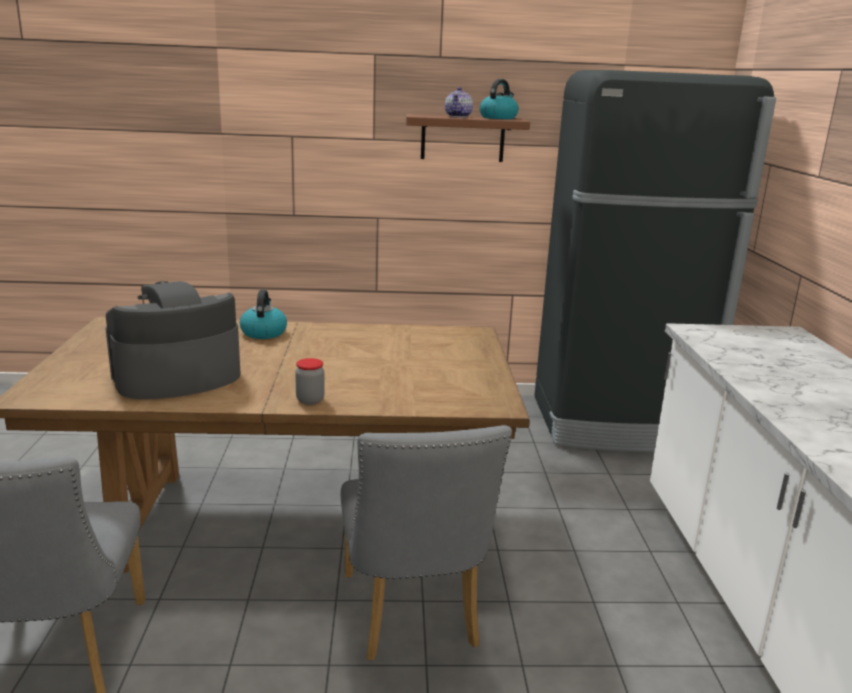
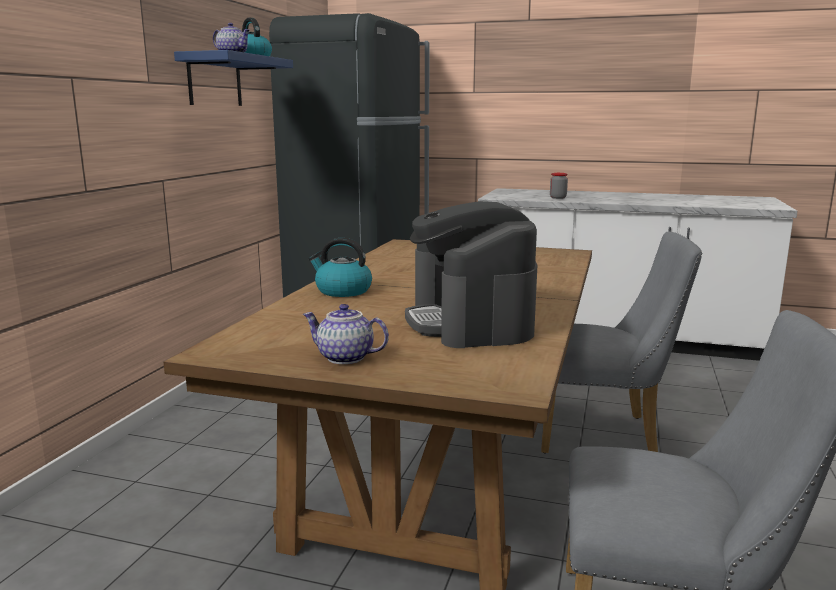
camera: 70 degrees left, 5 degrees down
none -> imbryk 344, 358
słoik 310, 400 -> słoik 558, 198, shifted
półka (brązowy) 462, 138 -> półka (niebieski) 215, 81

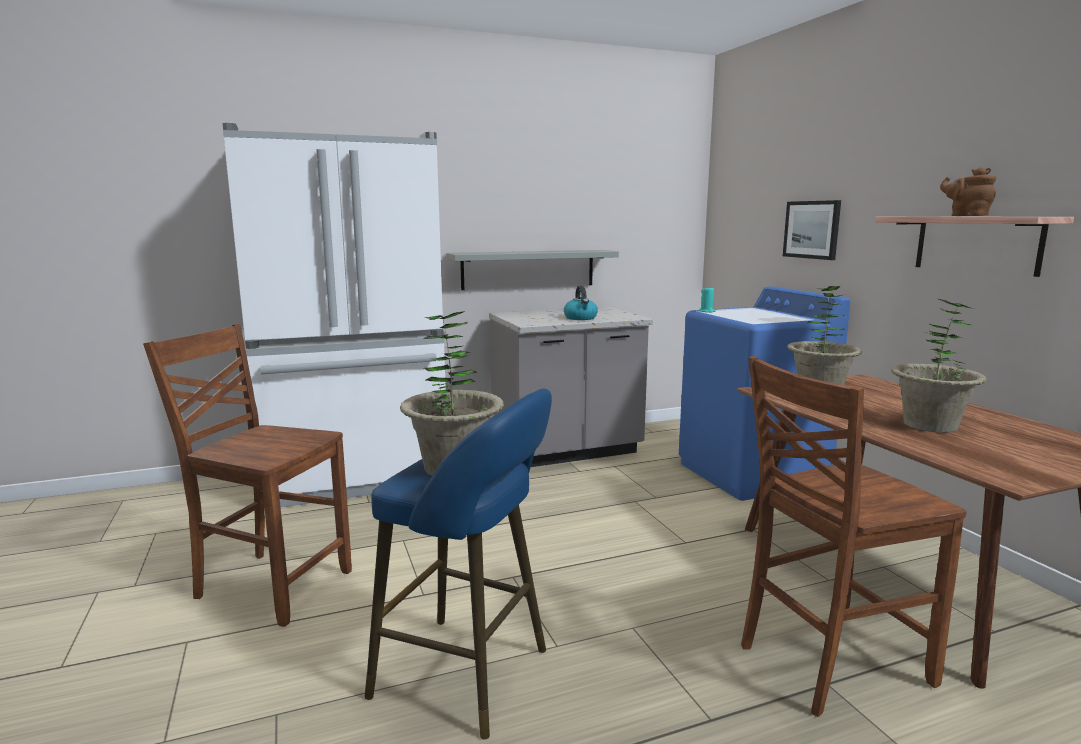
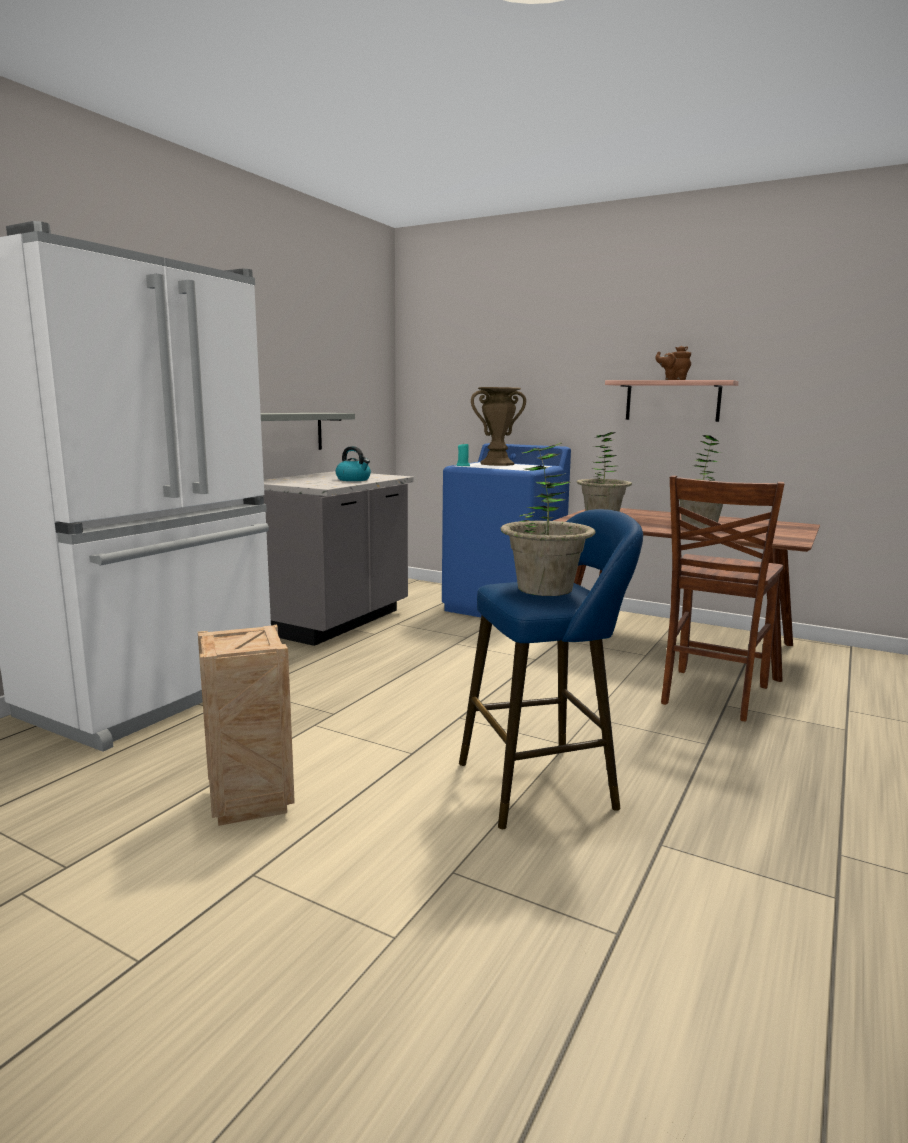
camera: 40 degrees left, 0 degrees up
obraz 812, 229 -> none
none -> wazon (brązowy) 497, 464
krzesło (brązowy) 271, 585 -> skrzynka 248, 801

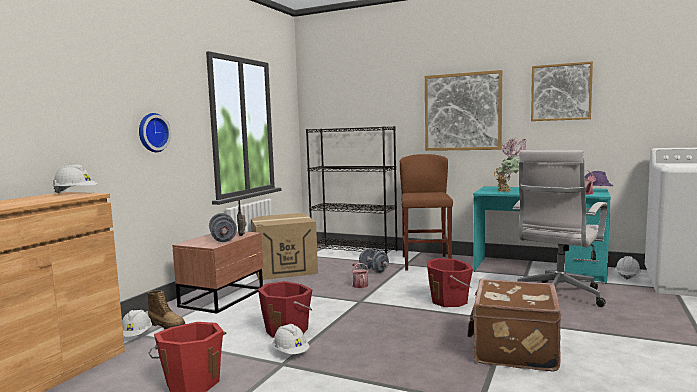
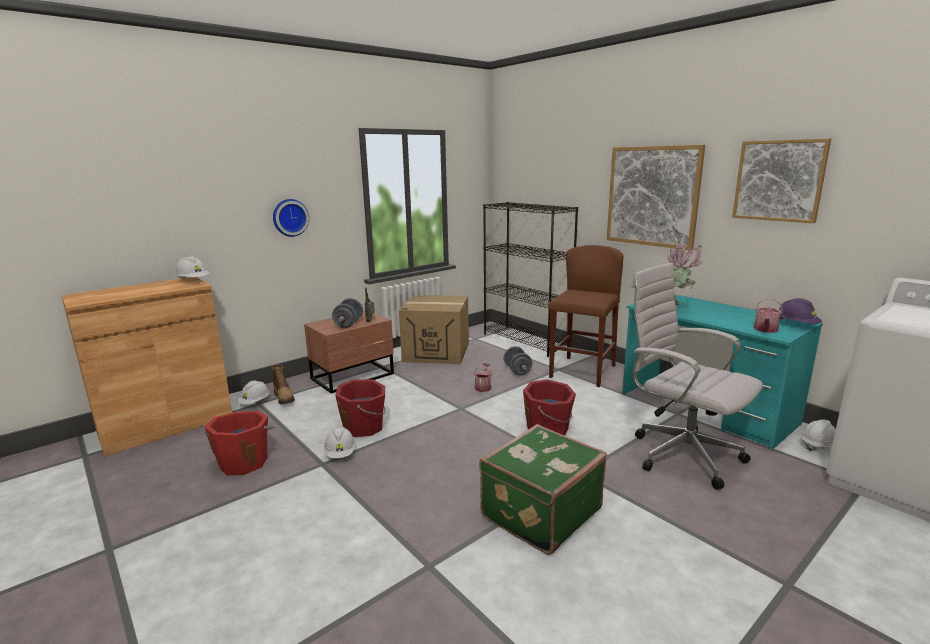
camera: 25 degrees right, 10 degrees up
walizka (brązowy) 513, 349 -> walizka (zielony) 539, 512
krzesło biurowe (biały) 558, 296 -> krzesło biurowe (biały) 681, 454, 75 degrees clockwise

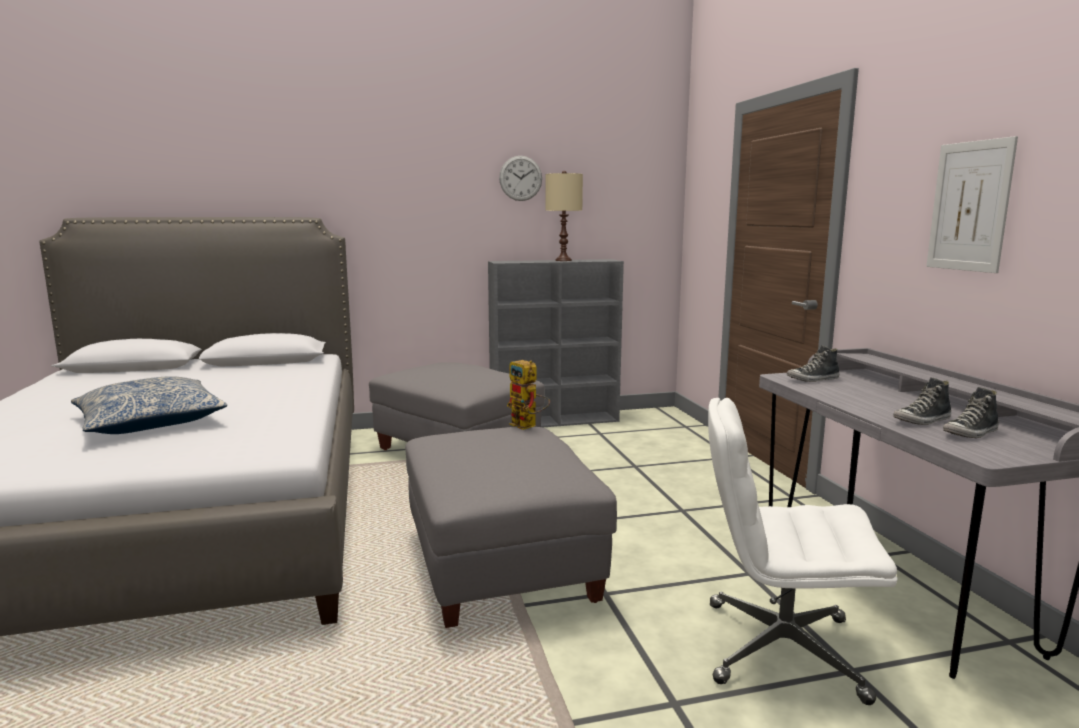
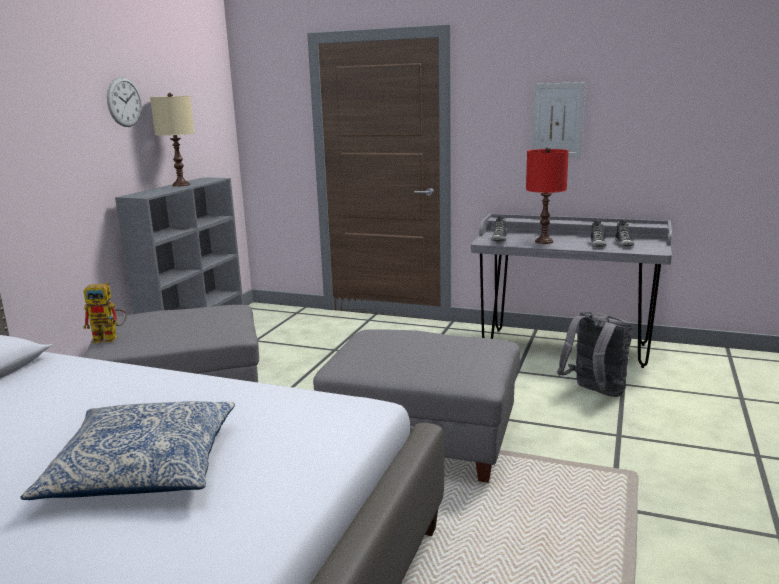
camera: 55 degrees left, 5 degrees up
none -> lampa stołowa (czerwony) 544, 241
robot zabawkowy 528, 426 -> robot zabawkowy 111, 338, shifted
krzesło biurowe (biały) 780, 650 -> plecak (szary) 594, 393

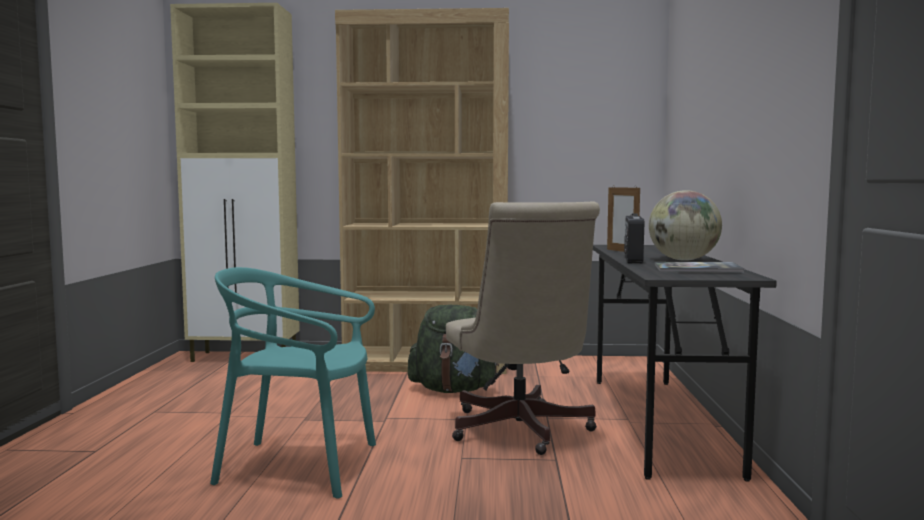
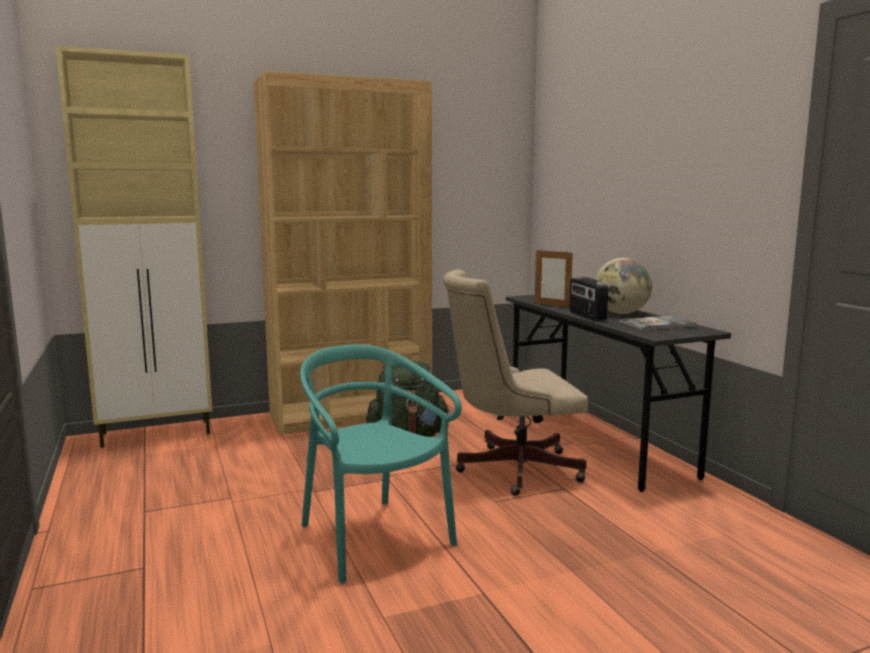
camera: 25 degrees left, 5 degrees up
krzesło (turkusowy) 299, 466 -> krzesło (turkusowy) 373, 538, 75 degrees clockwise
krzesło biurowe (beżowy) 521, 432 -> krzesło biurowe (beżowy) 510, 469, 120 degrees clockwise

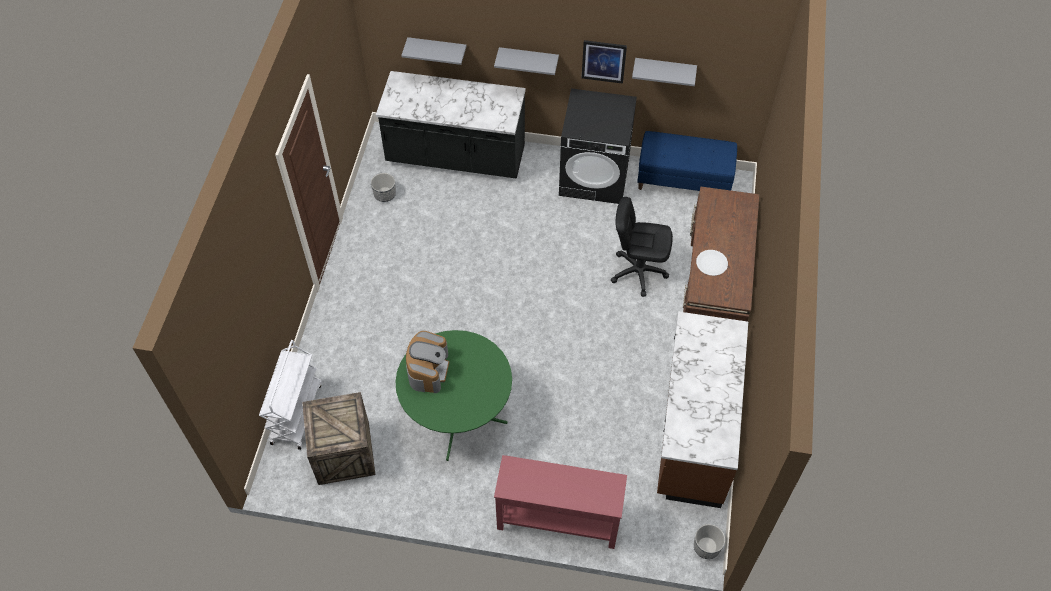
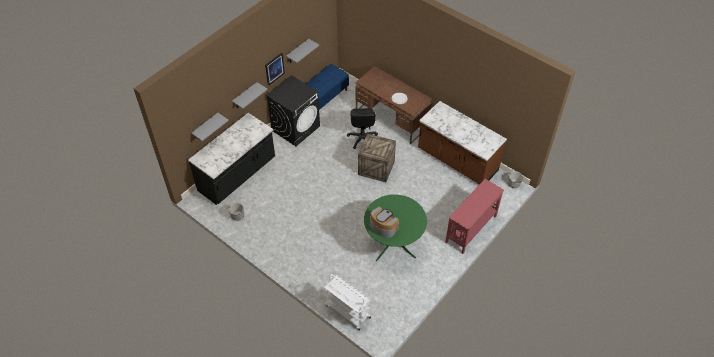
camera: 60 degrees left, 5 degrees down
skrzynka 345, 453 -> skrzynka 376, 168, shifted
krzesło biurowe (czarny) 638, 271 -> krzesło biurowe (czarny) 362, 138, 45 degrees counterclockwise

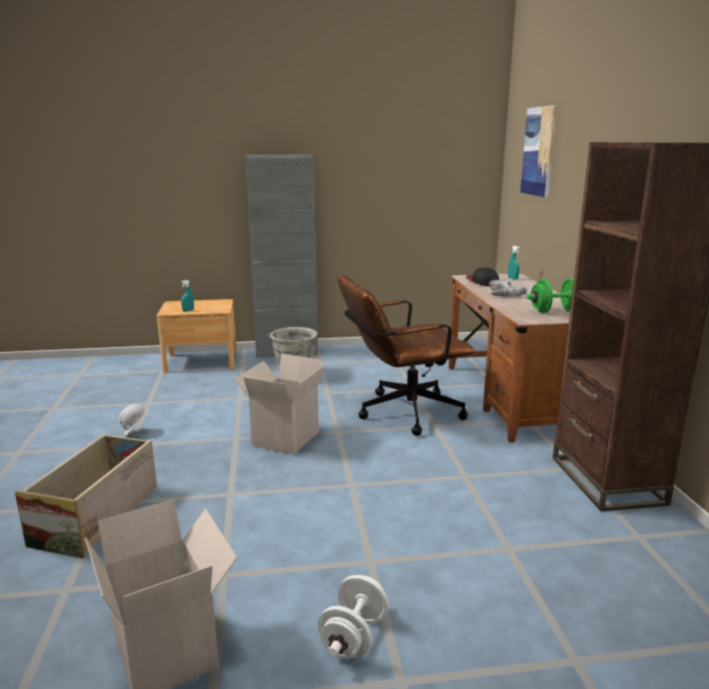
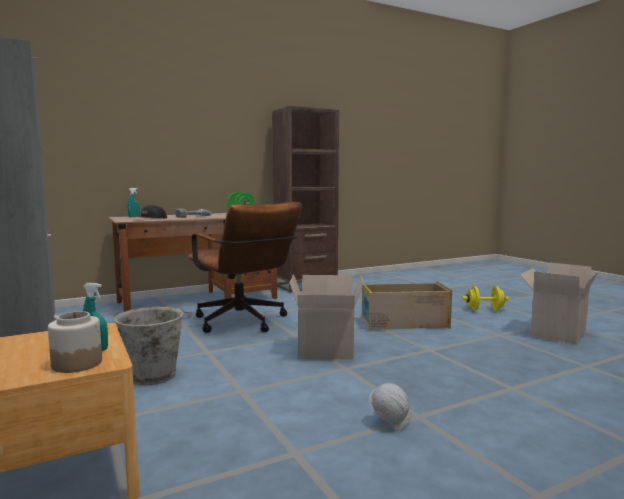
camera: 110 degrees left, 10 degrees down
obraz 539, 151 -> none
none -> słoik 77, 363
skrzynka 98, 514 -> skrzynka 403, 323, shifted
hantel (biały) 354, 637 -> hantel (żółty) 484, 310

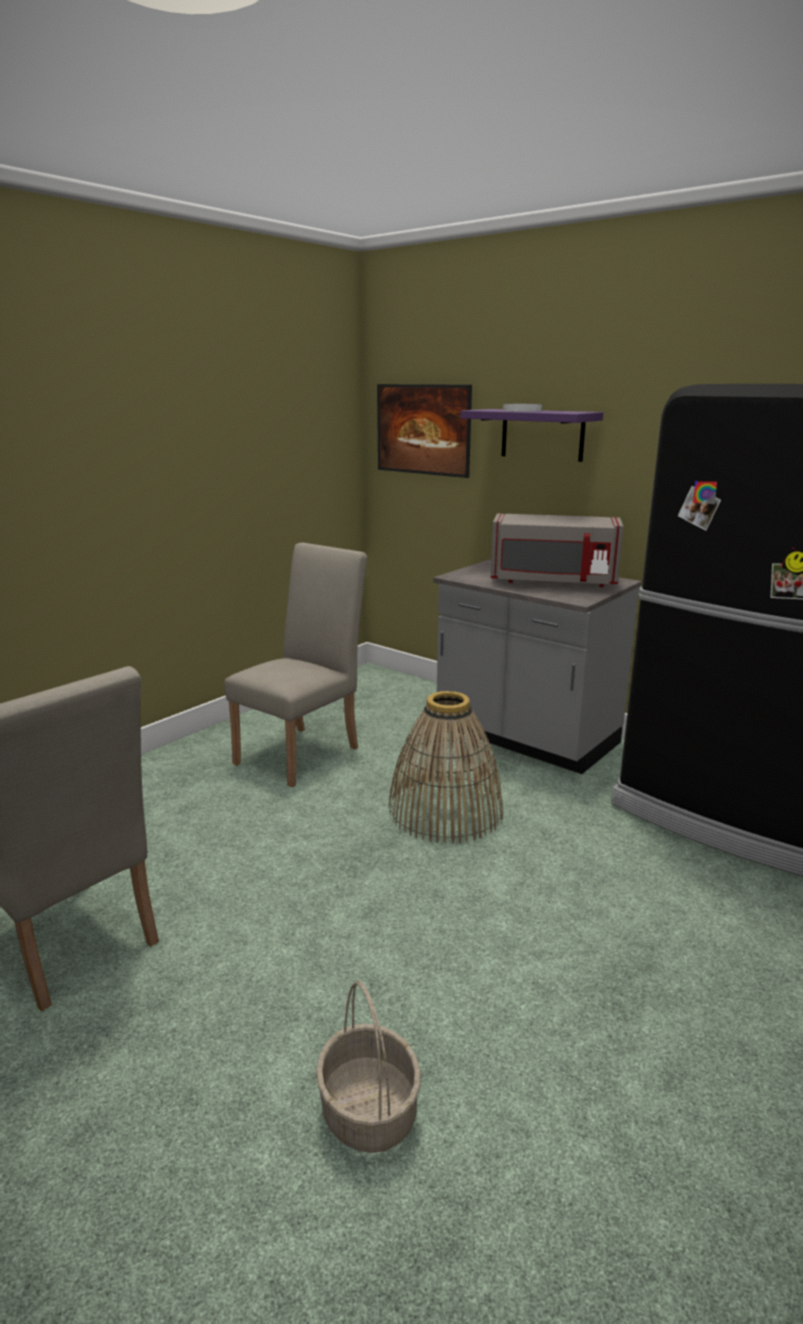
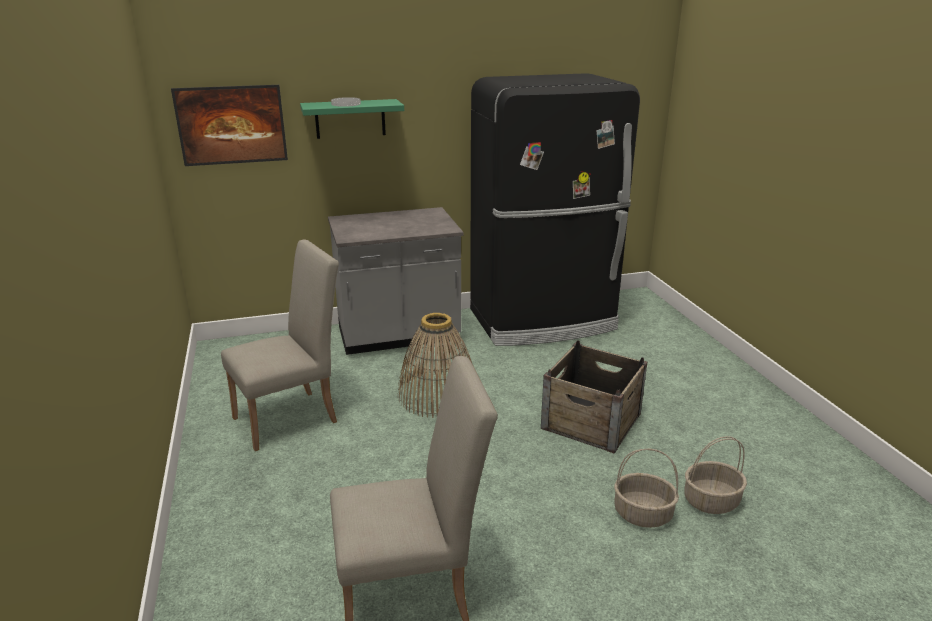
camera: 55 degrees left, 5 degrees up
mikrofalówka (szary) 552, 581 -> none
none -> skrzynka 590, 421
none -> koszyk 711, 500
półka (fioletowy) 542, 434 -> półka (zielony) 350, 119
krzesło (beżowy) 304, 752 -> krzesło (beżowy) 293, 417, 75 degrees clockwise

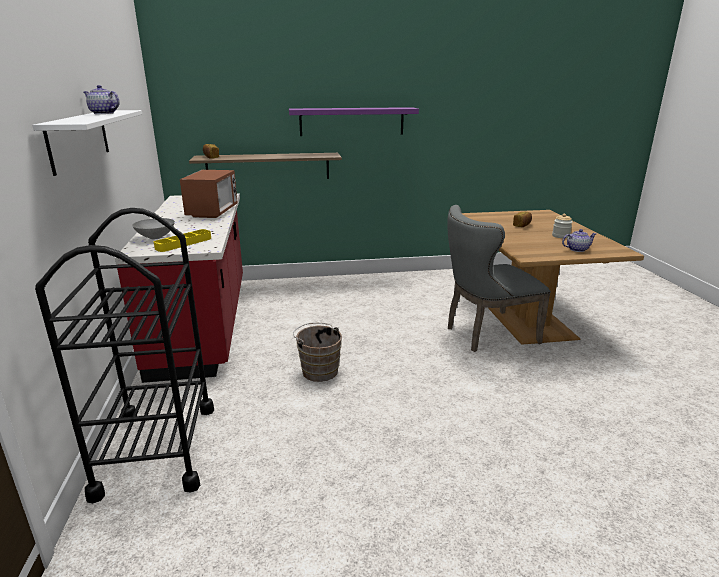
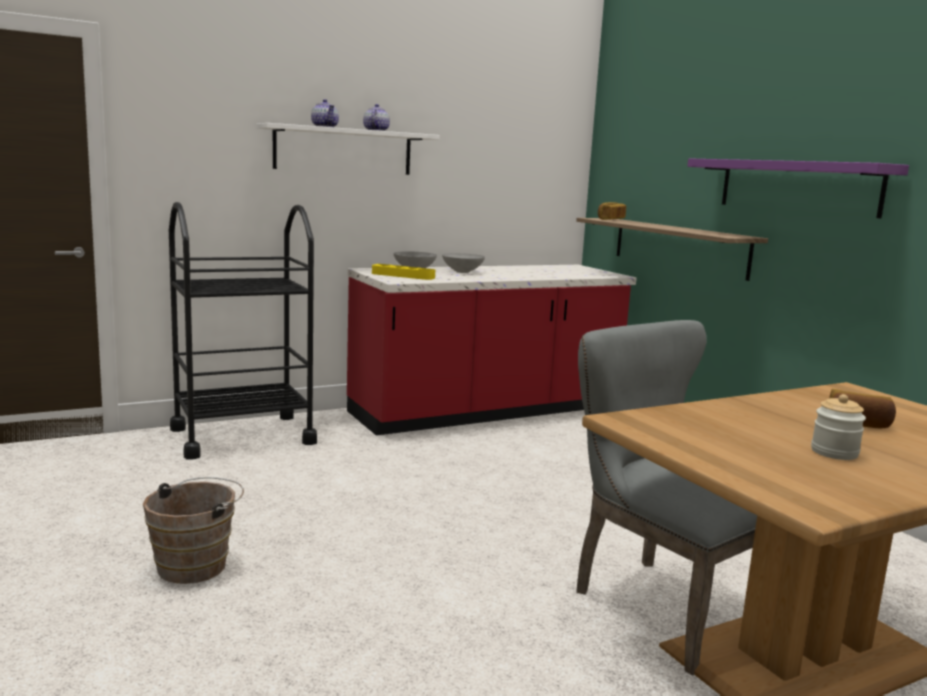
camera: 70 degrees right, 10 degrees down
mikrofalówka 213, 212 -> none
none -> miska (szary) 462, 272
wiadro (brązowy) 318, 370 -> wiadro (brązowy) 197, 565, shifted
imbryk 576, 249 -> imbryk 325, 127, shifted

